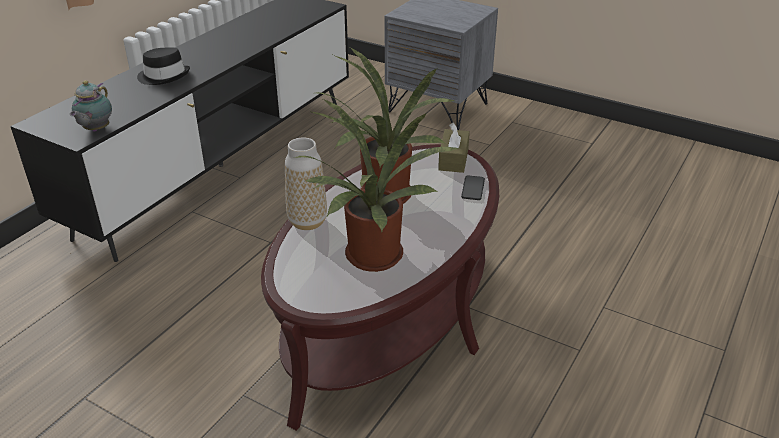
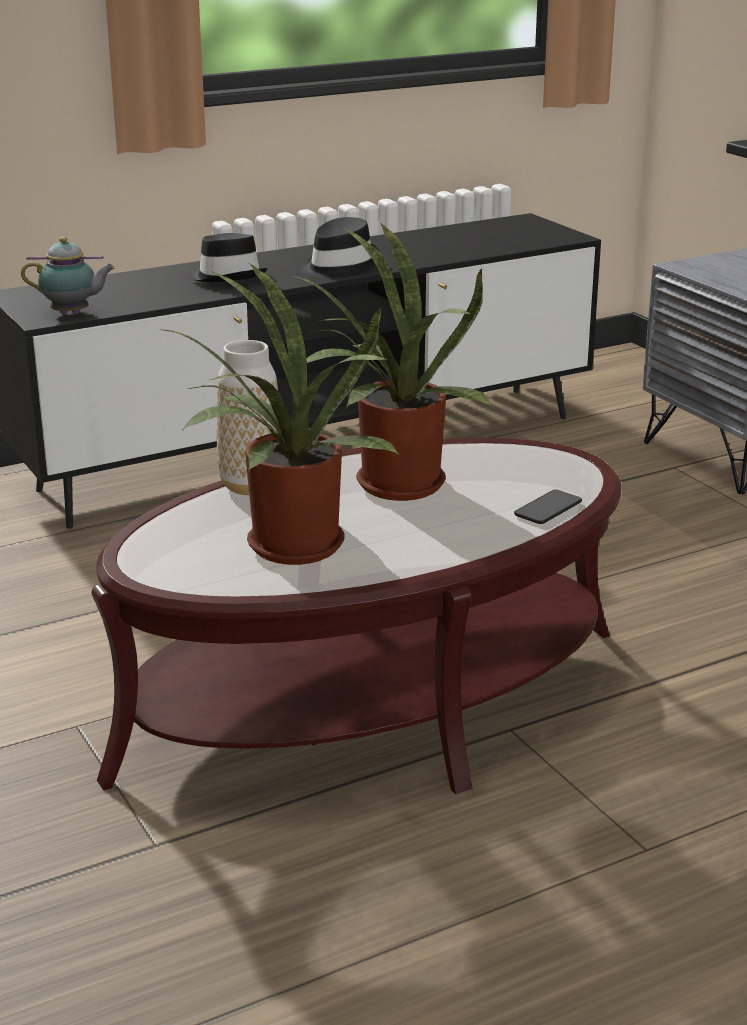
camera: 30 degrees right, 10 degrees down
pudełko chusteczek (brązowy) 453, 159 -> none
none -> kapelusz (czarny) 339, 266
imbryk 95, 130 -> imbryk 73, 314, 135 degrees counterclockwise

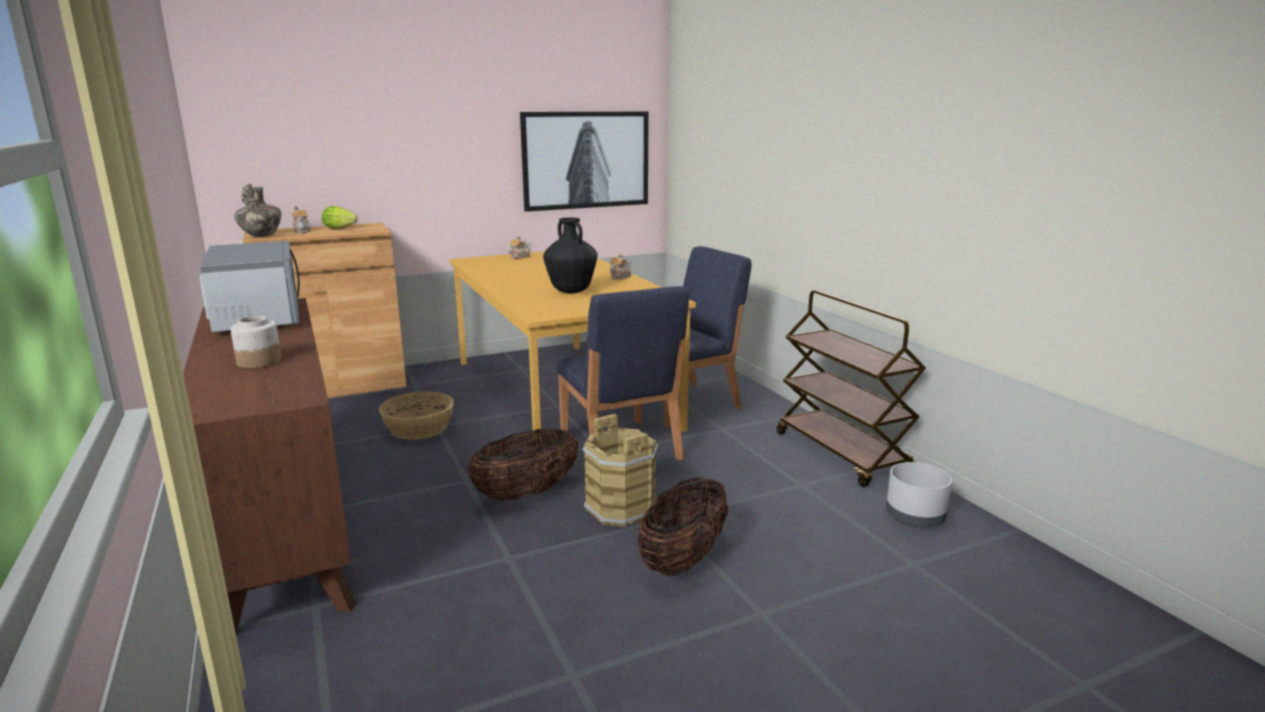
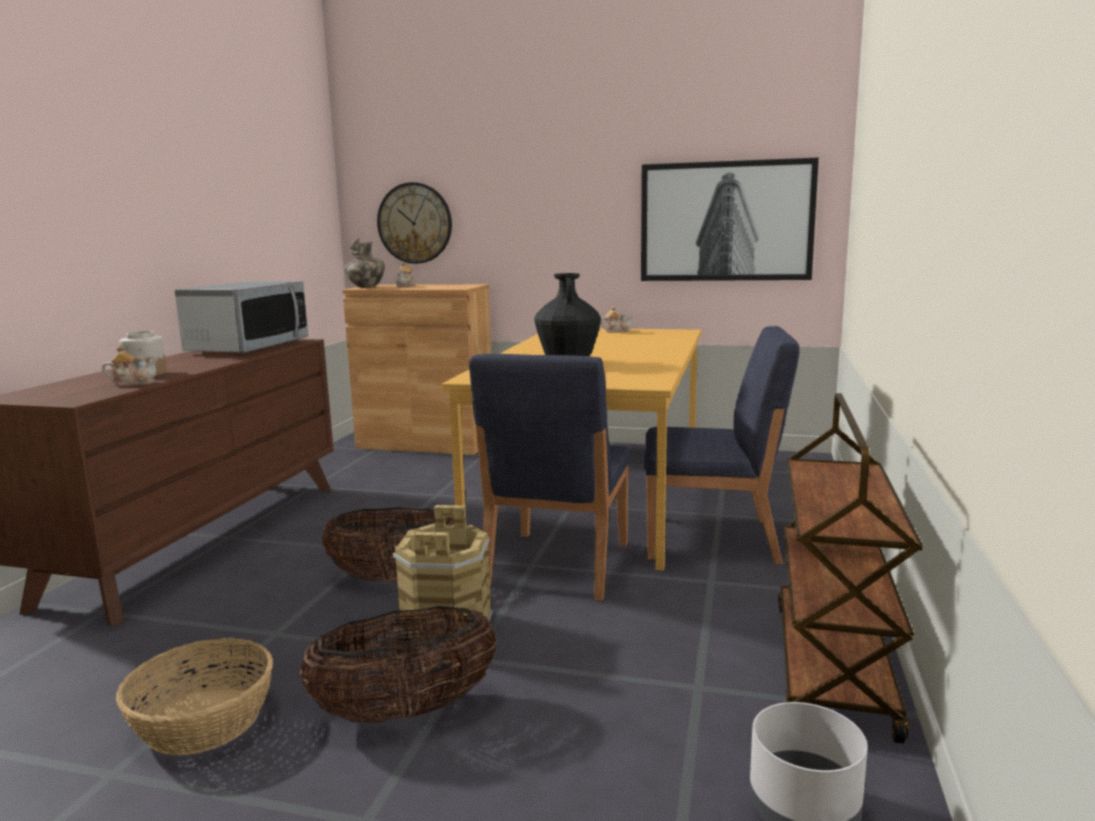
camera: 40 degrees right, 5 degrees down
sałata 342, 228 -> none
none -> zegar ścienny 415, 223
koszyk 418, 428 -> koszyk 203, 720, shifted
imbryk 620, 277 -> imbryk 133, 383, shifted

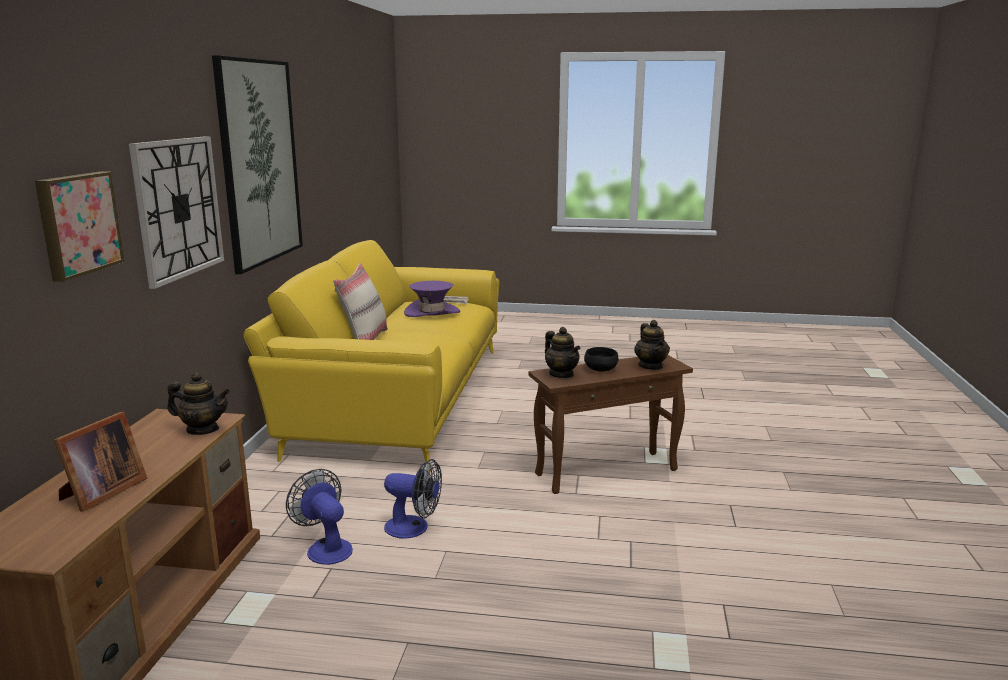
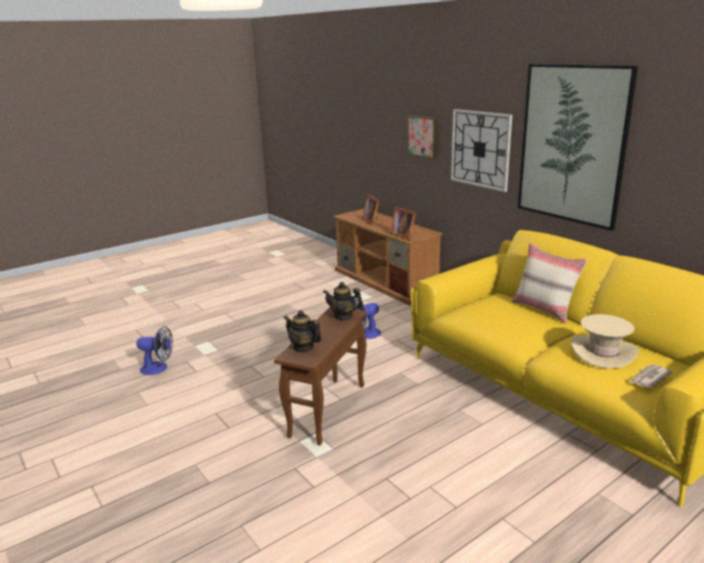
camera: 135 degrees right, 5 degrees up
miska (czarny) 601, 370 -> none
wentylator 325, 548 -> wentylator 158, 368, shifted
imbryk 202, 430 -> ramka na zdjęcie 403, 235
kapelusz (fioletowy) 432, 312 -> kapelusz (beżowy) 603, 352

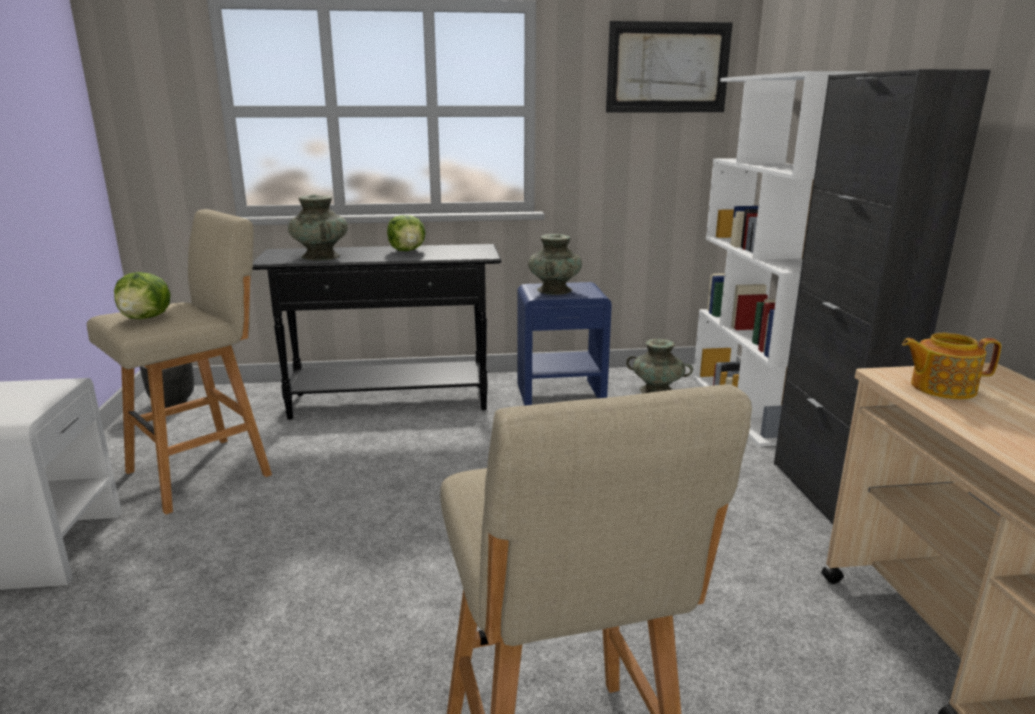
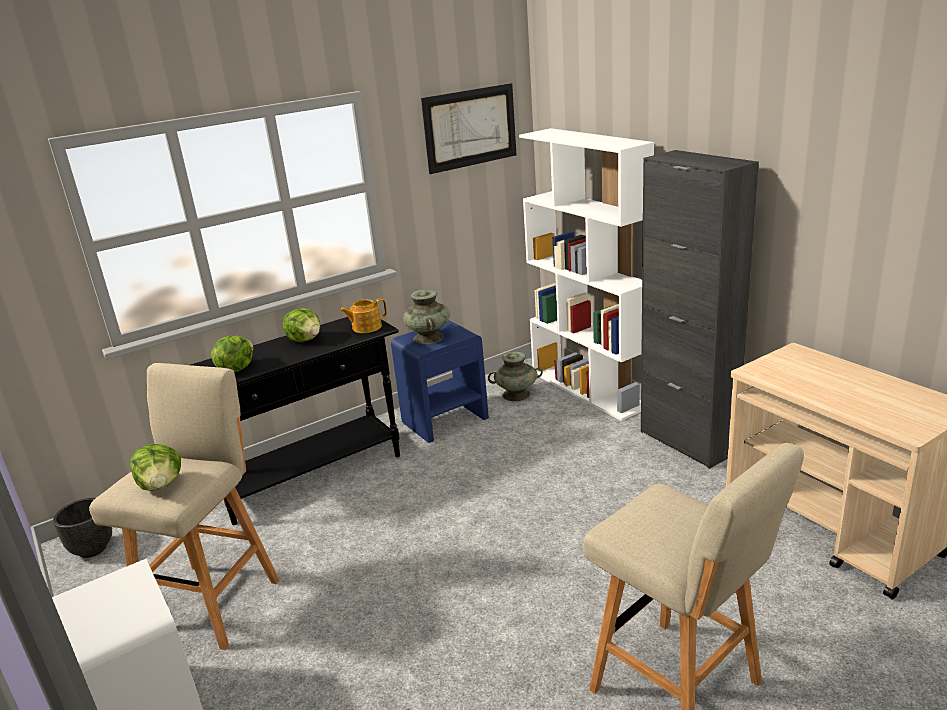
camera: 25 degrees left, 5 degrees up
imbryk 941, 388 -> imbryk 366, 327, shifted
wazon (turkusowy) 320, 256 -> sałata 236, 368

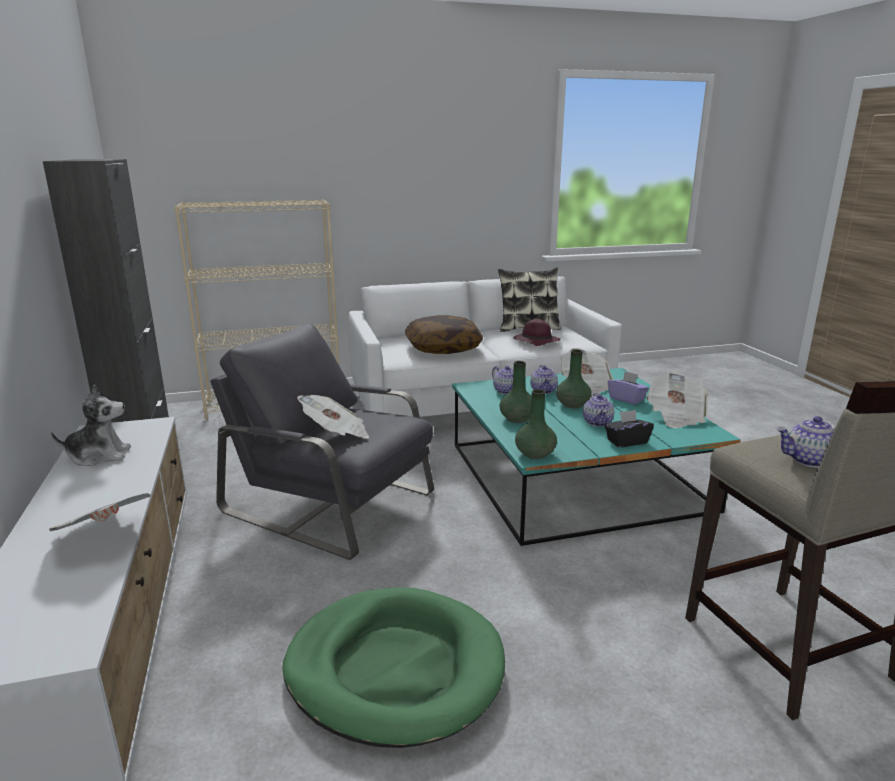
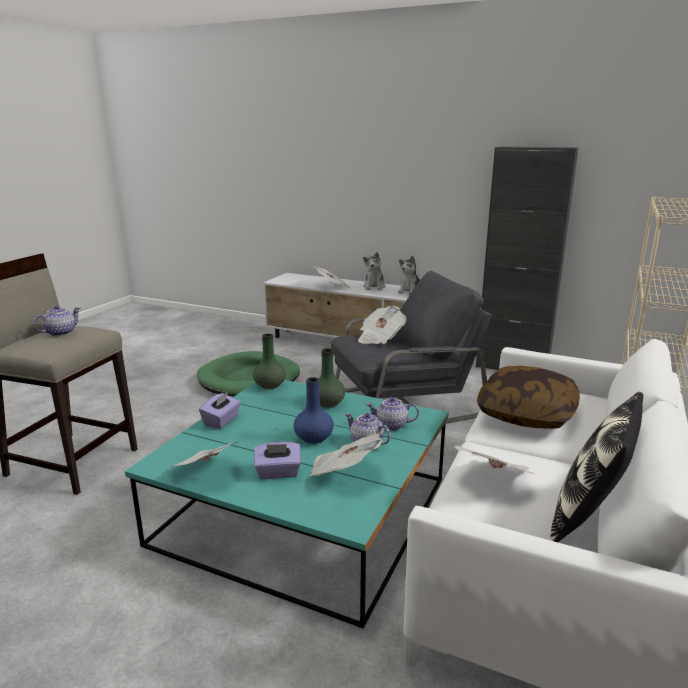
camera: 130 degrees right, 0 degrees up
imbryk 598, 422 -> none
none -> pluszak 374, 287
kapelusz (fioletowy) 535, 342 -> gazeta 495, 479
wazon (zielony) 572, 405 -> wazon (niebieski) 314, 438
pudełko chusteczek (czarny) 626, 441 -> pudełko chusteczek (fioletowy) 221, 421

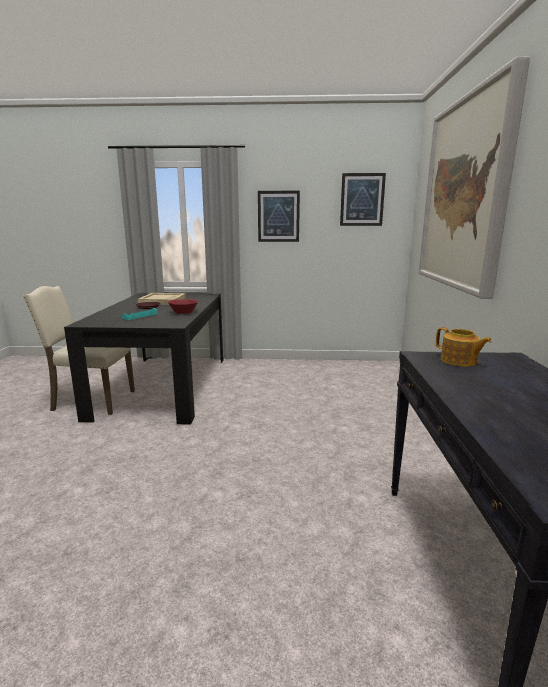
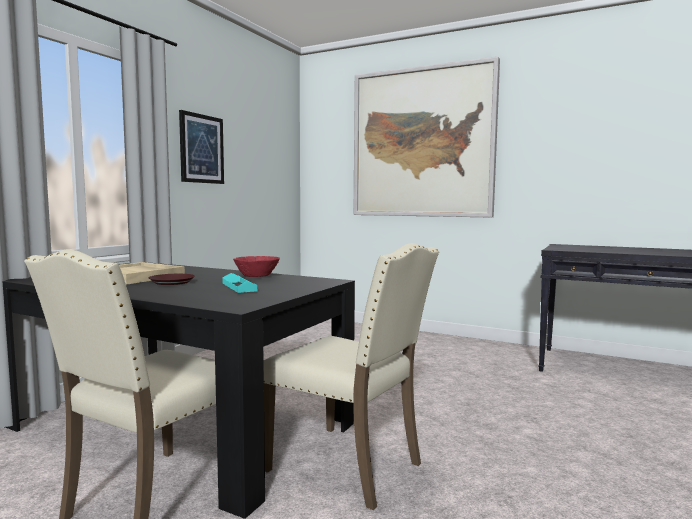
camera: 65 degrees left, 10 degrees down
obraz 362, 199 -> none
imbryk 459, 361 -> none
none -> krzesło (beżowy) 348, 466

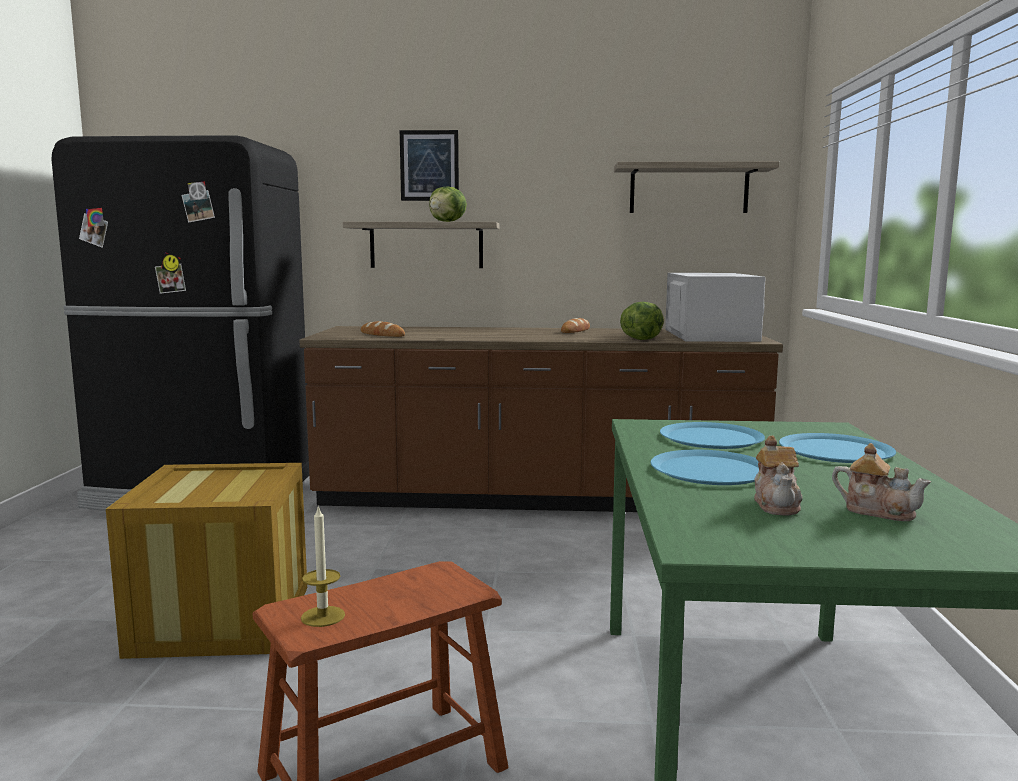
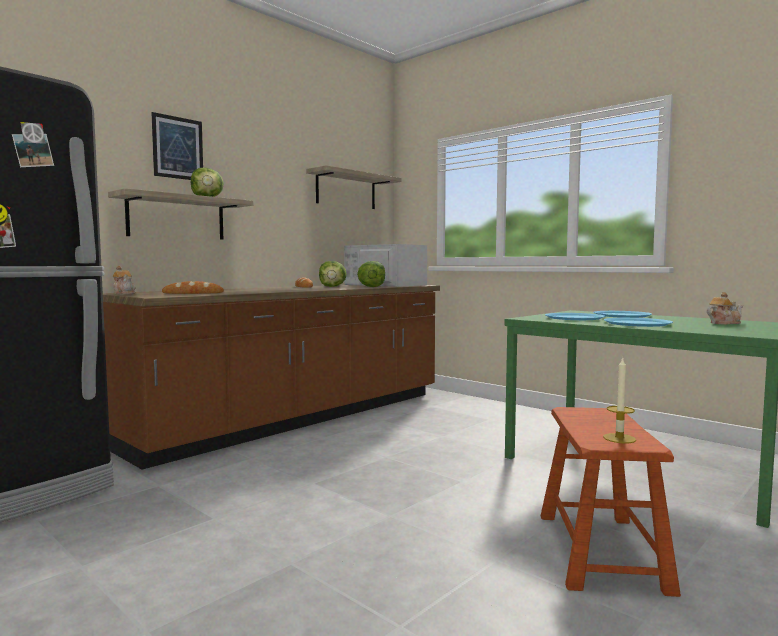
camera: 50 degrees left, 5 degrees down
skrzynka 222, 619 -> none
none -> sałata 332, 287
imbryk 777, 504 -> imbryk 124, 293, shifted

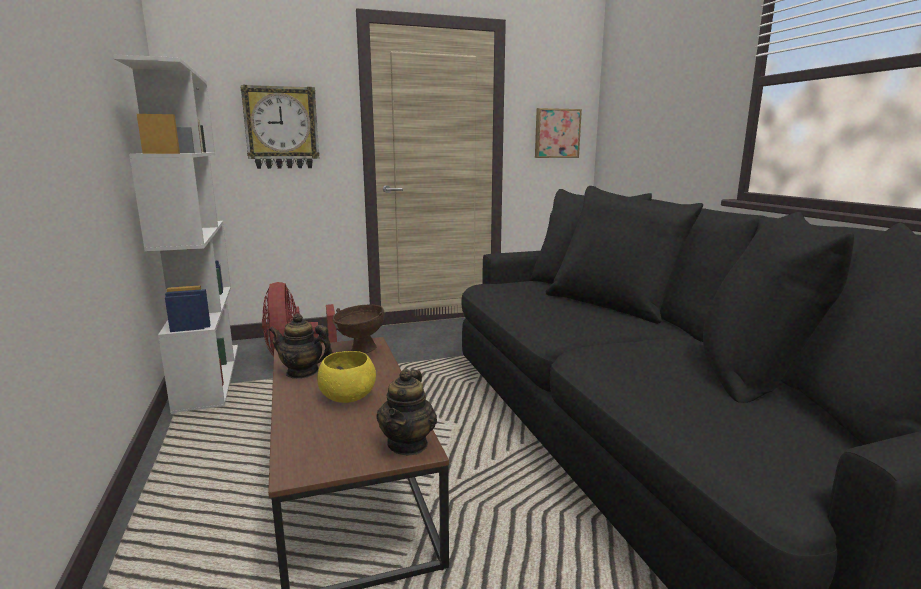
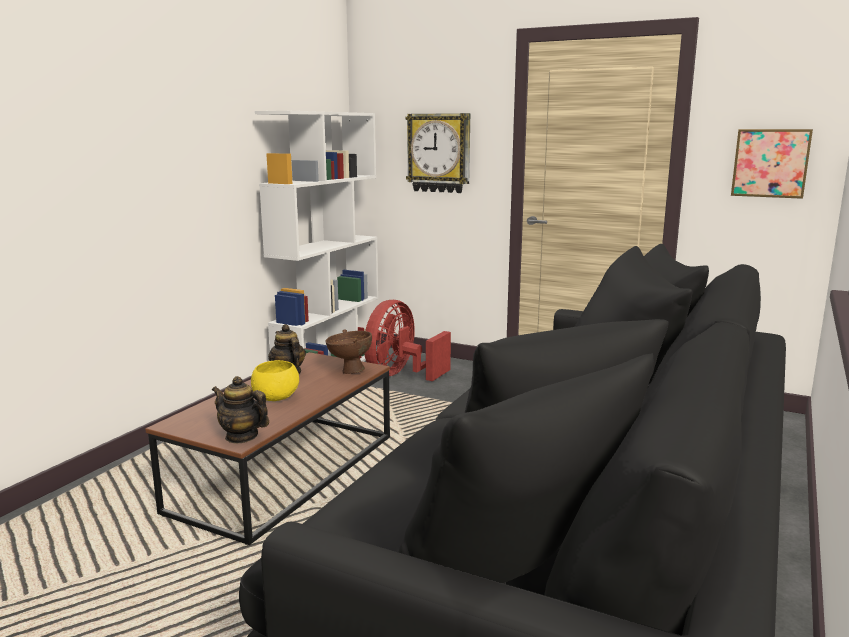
camera: 45 degrees right, 0 degrees up
imbryk 408, 444 -> imbryk 241, 436, 60 degrees clockwise

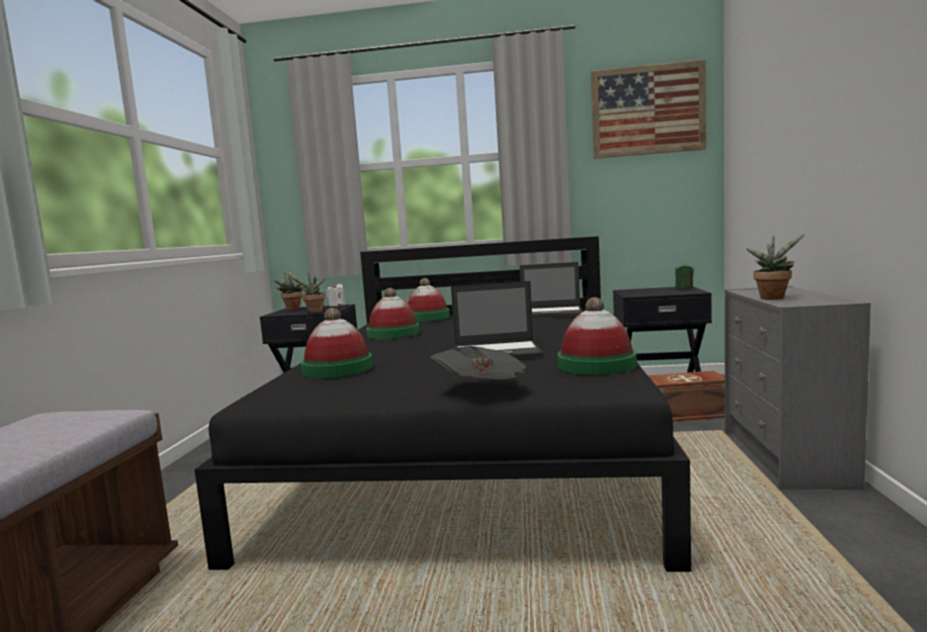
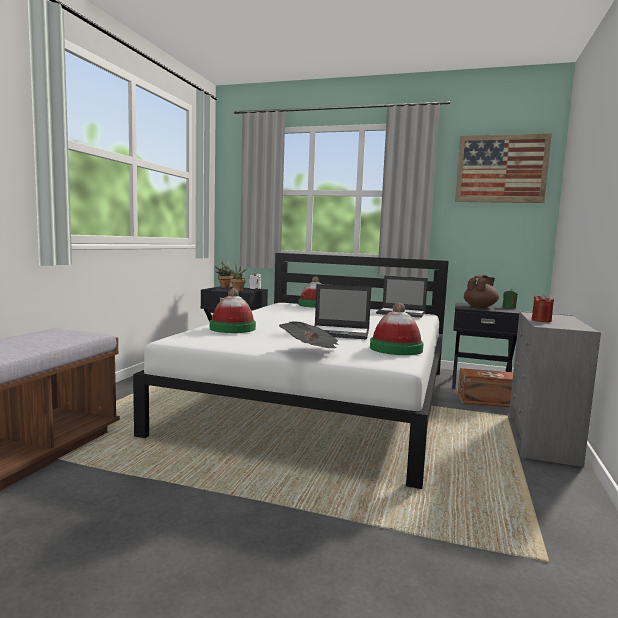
camera: 10 degrees right, 0 degrees up
kapelusz 393, 334 -> none
none -> imbryk (brązowy) 480, 307
roślina doniczkowa 773, 298 -> świeca (czerwony) 541, 320
łóżko (czarny) 472, 448 -> łóżko (biały) 322, 398

